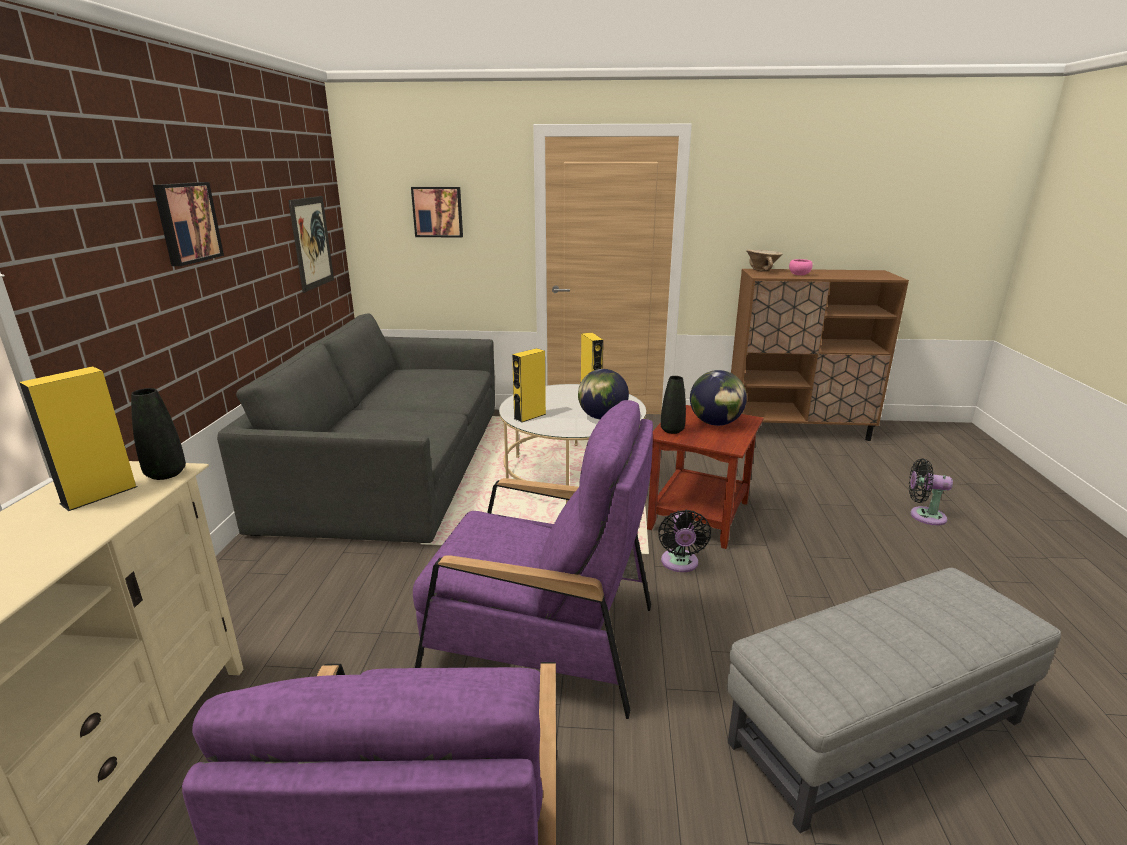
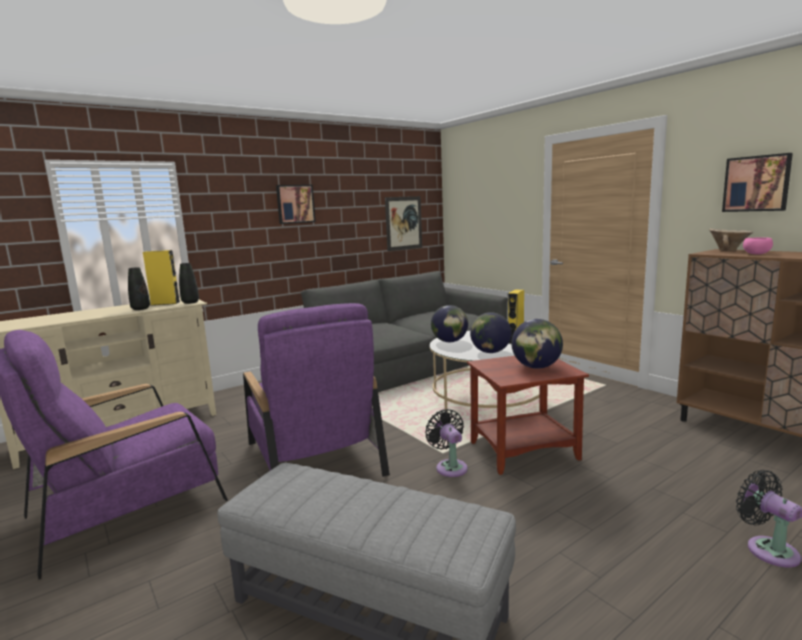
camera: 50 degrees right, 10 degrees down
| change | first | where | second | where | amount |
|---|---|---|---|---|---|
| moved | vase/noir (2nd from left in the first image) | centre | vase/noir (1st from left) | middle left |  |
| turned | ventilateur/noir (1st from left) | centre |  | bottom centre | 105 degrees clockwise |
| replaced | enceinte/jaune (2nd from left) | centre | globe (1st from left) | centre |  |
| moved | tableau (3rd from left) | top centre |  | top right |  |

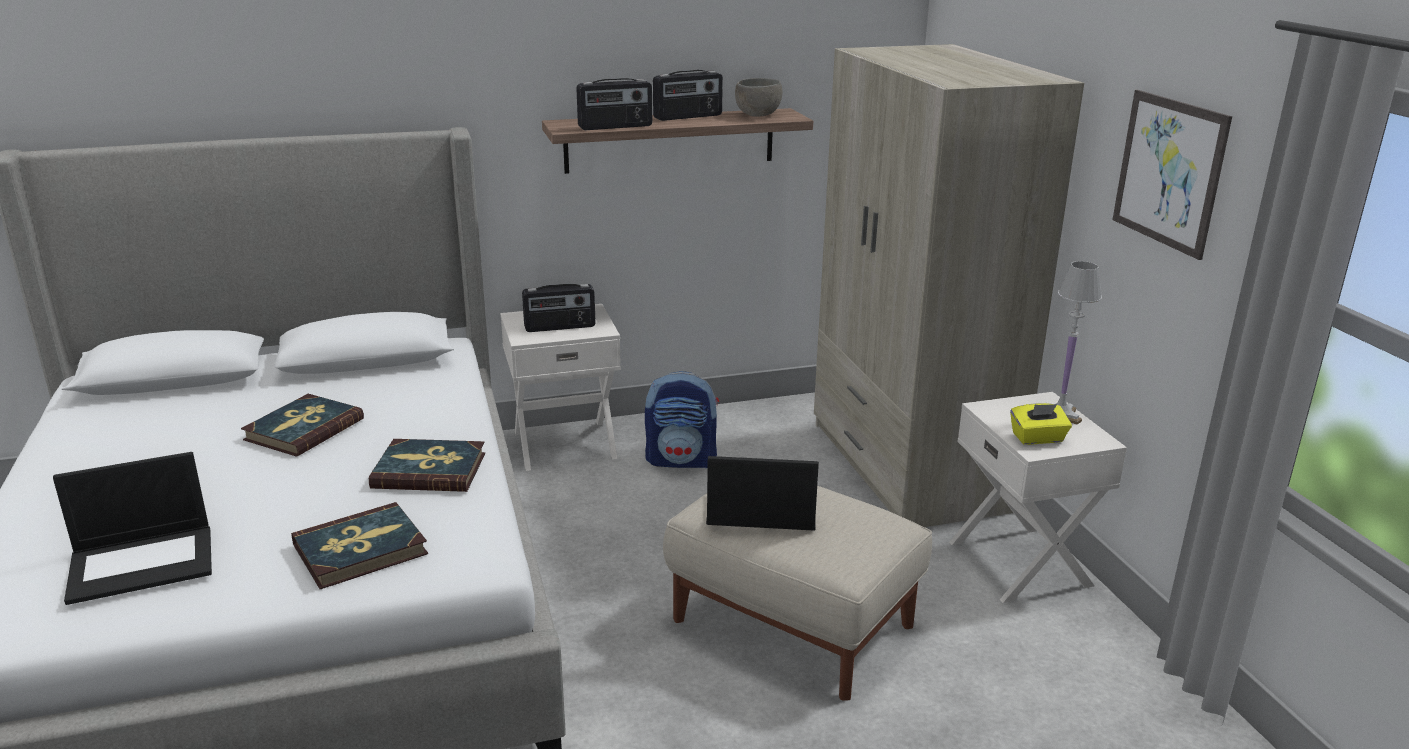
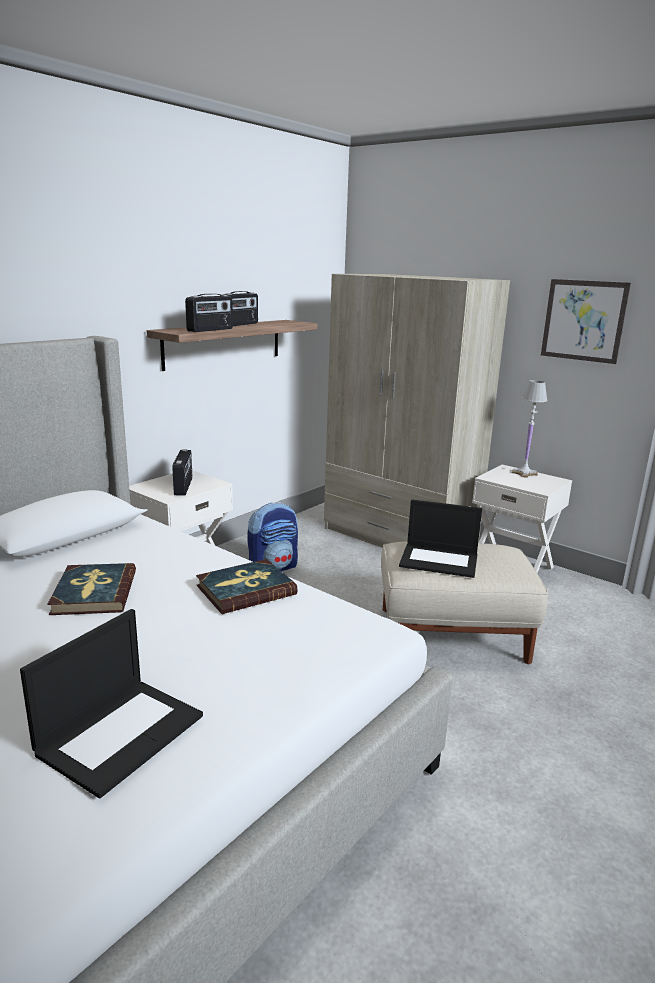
camera: 35 degrees left, 5 degrees down
| change | first | where | second | where | amount |
|---|---|---|---|---|---|
| turned | radio (1st from left) | centre |  | middle left | 45 degrees counterclockwise |
| turned | ordinateur portable (2nd from left) | centre |  | middle right | 135 degrees counterclockwise |
| removed | livre (2nd from left) | bottom left |  |  |  |
| removed | bol/gris | top centre |  |  |  |
| removed | boîte à mouchoirs/jaune | middle right |  |  |  |

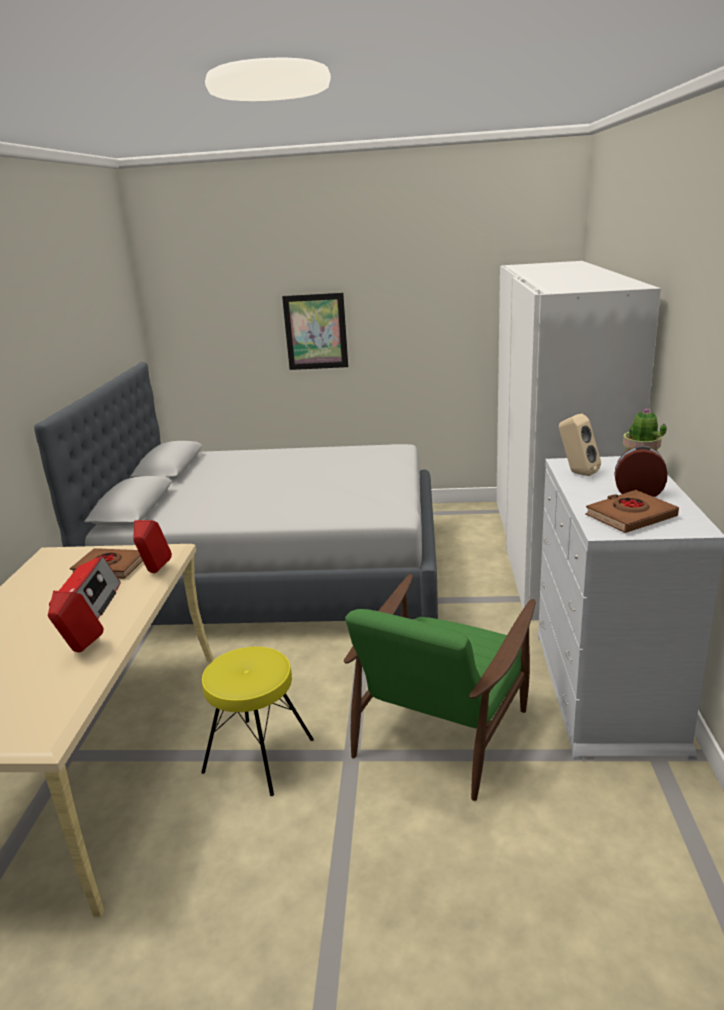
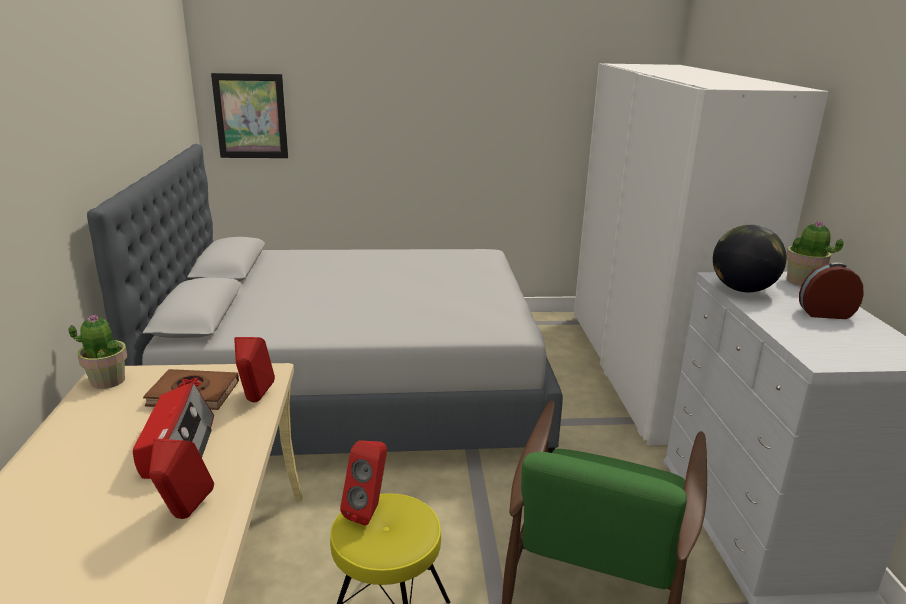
camera: 10 degrees left, 0 degrees up
| change | first | where | second | where | amount |
|---|---|---|---|---|---|
| added |  |  | plante en pot (1st from left) | middle left |  |
| moved | tableau | top centre |  | top left |  |
| added |  |  | enceinte/rouge (3rd from left) | bottom centre |  |
| replaced | enceinte/beige | middle right | globe | middle right |  |
| removed | livre/marron (2nd from left) | middle right |  |  |  |

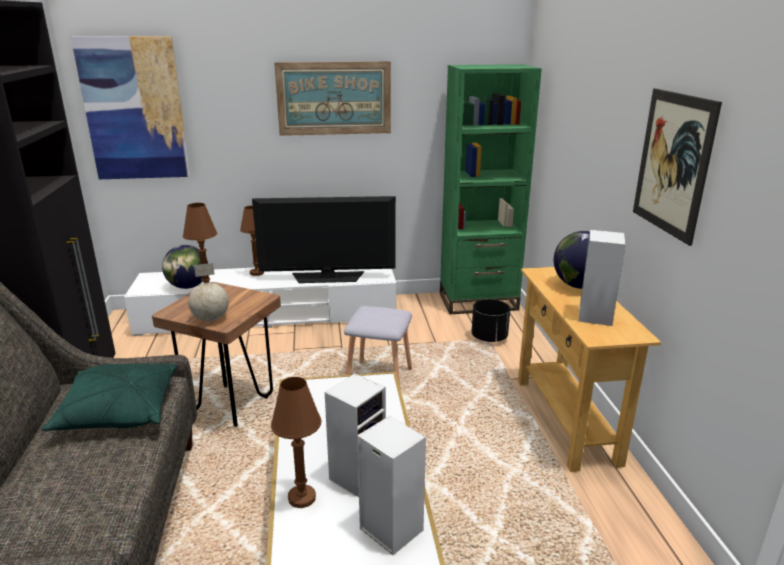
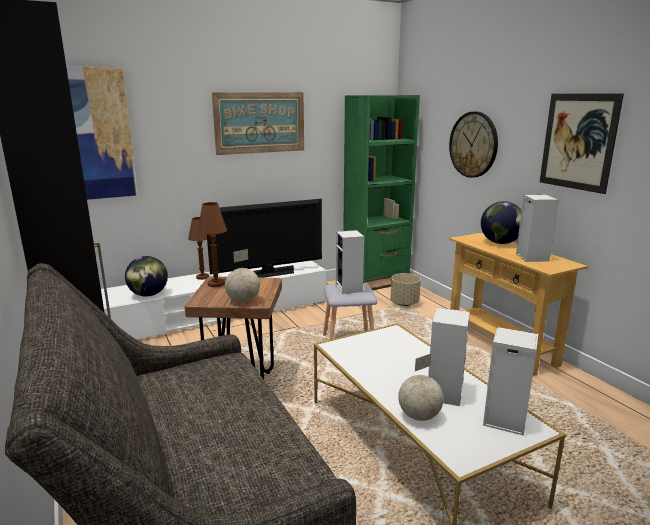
camera: 20 degrees left, 5 degrees down
| change | first | where | second | where | amount |
|---|---|---|---|---|---|
| added |  |  | enceinte (1st from left) | centre |  |
| recoloured | cache-pot/noir | centre | cache-pot/beige | centre |  |
| replaced | lampe de table/marron (3rd from left) | bottom centre | globe (3rd from left) | bottom centre |  |
| added |  |  | horloge murale | top right |  |
| removed | coussin/vert | bottom left |  |  |  |

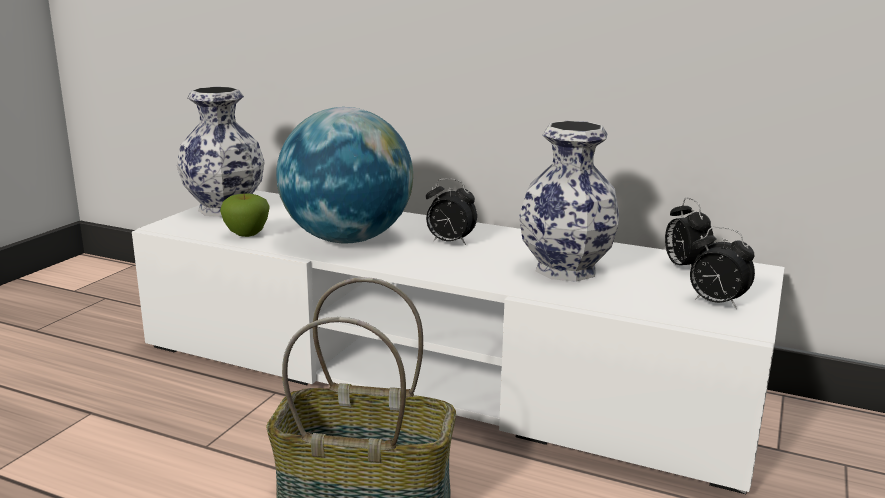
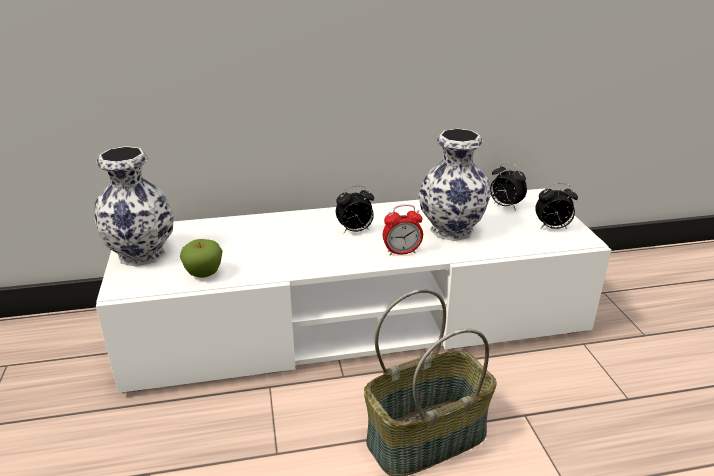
camera: 35 degrees left, 10 degrees up
| change | first | where | second | where | amount |
|---|---|---|---|---|---|
| added |  |  | réveil (2nd from left) | centre |  |
| removed | globe | centre |  |  |  |

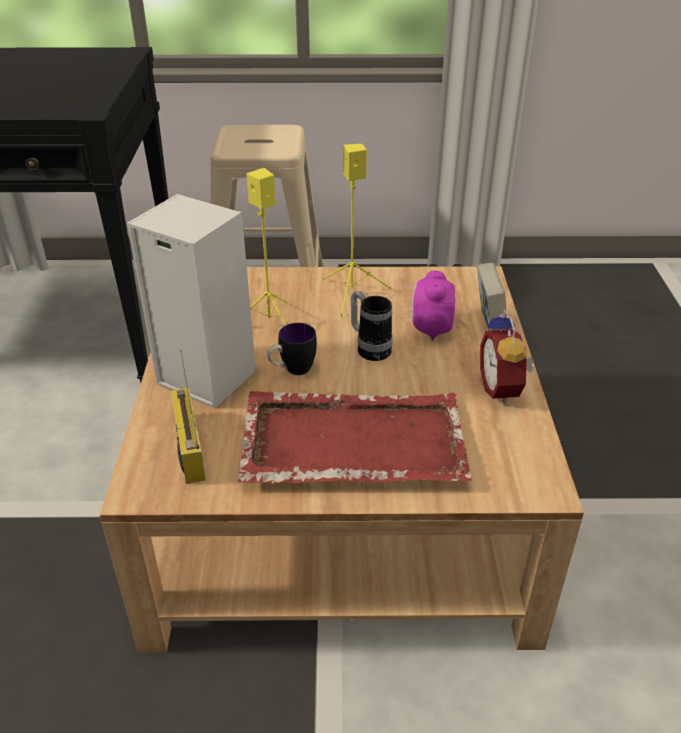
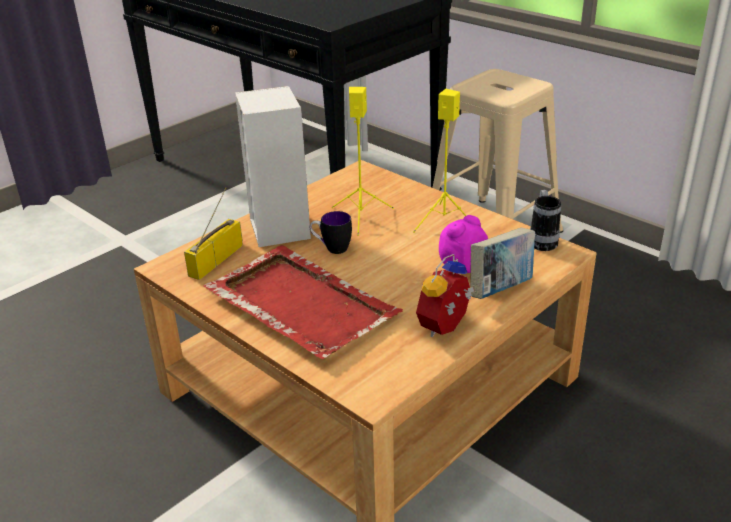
camera: 45 degrees right, 5 degrees down
| change | first | where | second | where | amount |
|---|---|---|---|---|---|
| moved | mug (2nd from left) | centre |  | middle right |  |

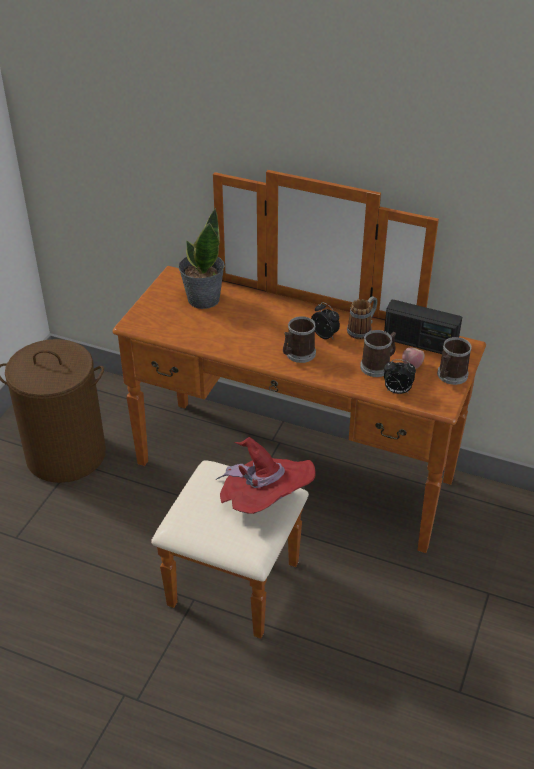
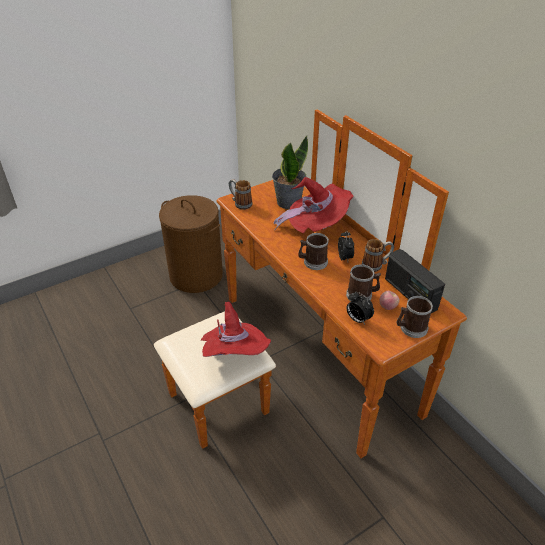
camera: 35 degrees right, 0 degrees up
| change | first | where | second | where | amount |
|---|---|---|---|---|---|
| added |  |  | mug (1st from left) | centre |  |
| added |  |  | chapeau/rouge (2nd from left) | centre |  |

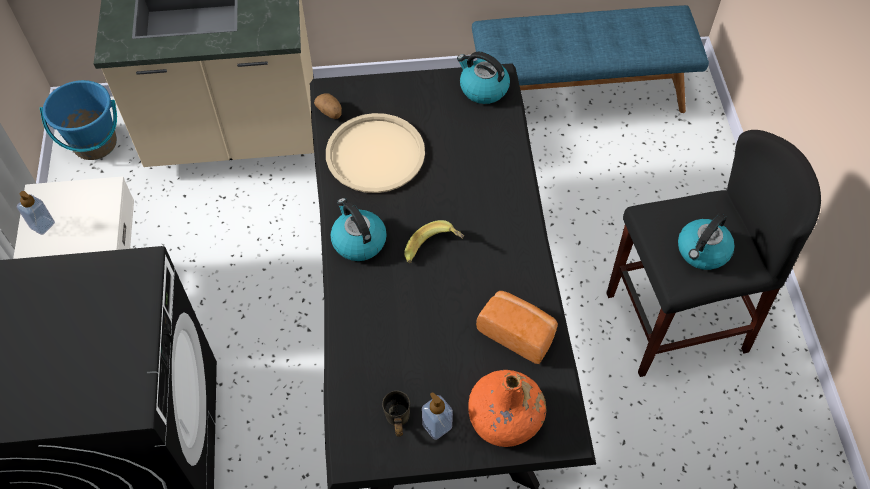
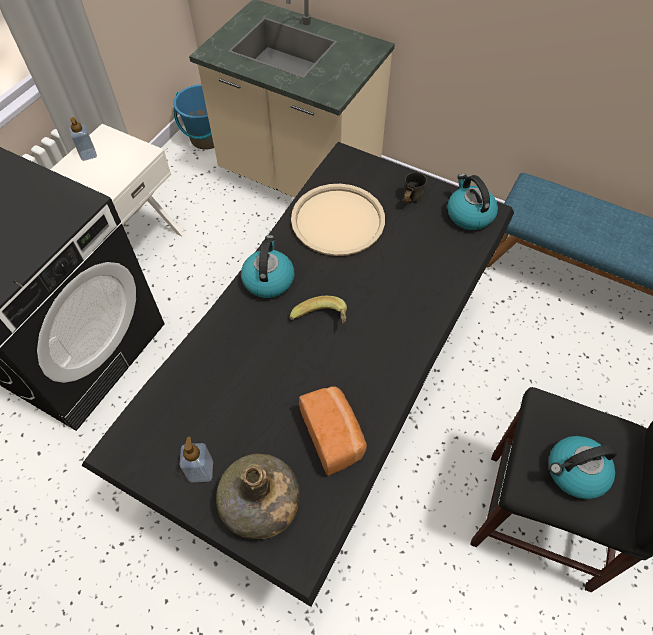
camera: 35 degrees right, 0 degrees up
| change | first | where | second | where | amount |
|---|---|---|---|---|---|
| recoloured | bouteille/orange | bottom centre | bouteille/vert | bottom centre |  |
| moved | mug/gris | bottom centre |  | top centre |  |
| removed | pomme de terre | top centre |  |  |  |

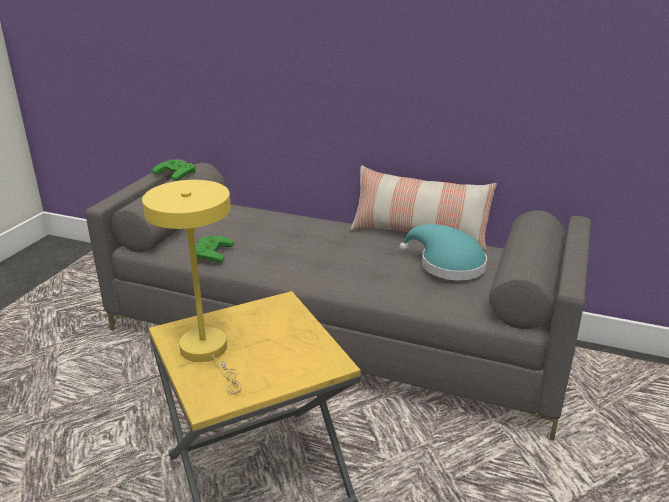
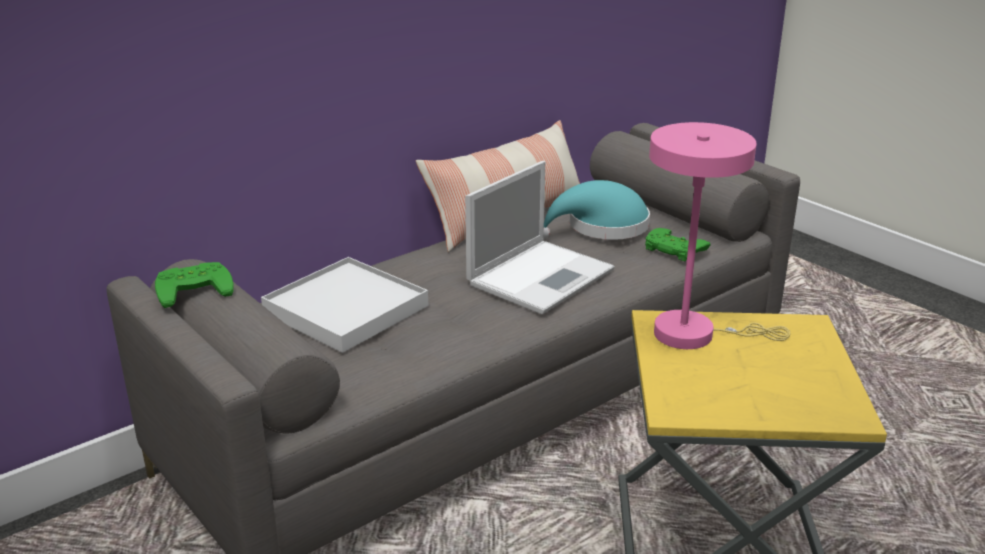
camera: 60 degrees left, 0 degrees up
| change | first | where | second | where | amount |
|---|---|---|---|---|---|
| added |  |  | plateau/blanc | centre |  |
| added |  |  | ordinateur portable | centre |  |
| moved | manette/vert (2nd from left) | middle left |  | middle right |  |
| added |  |  | lampe de table/rose | middle right |  |
| removed | lampe de table/jaune | middle left |  |  |  |

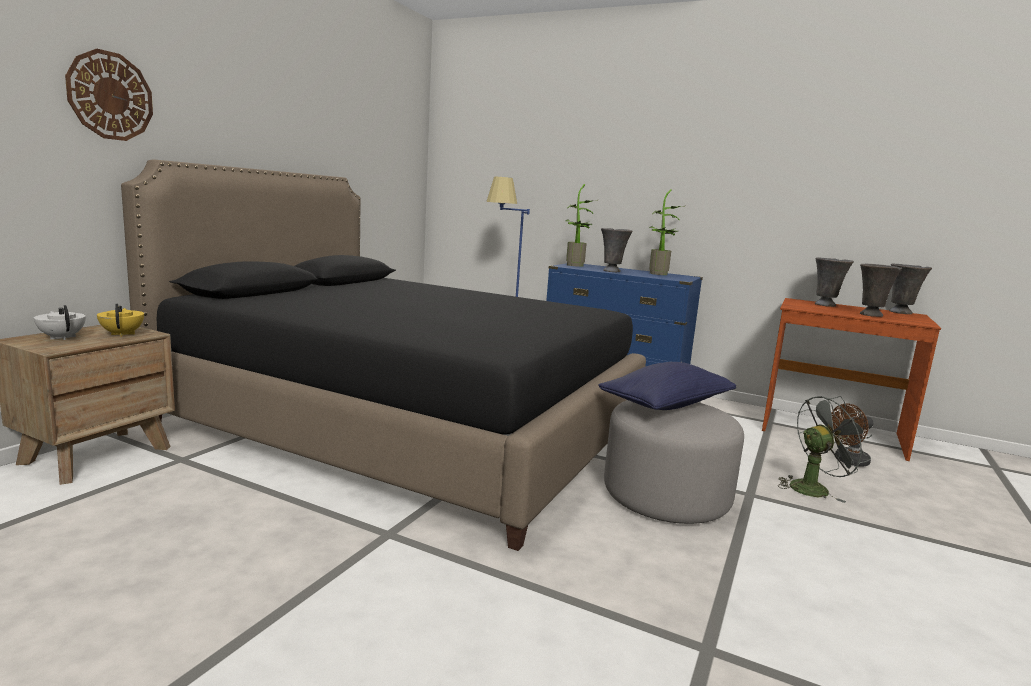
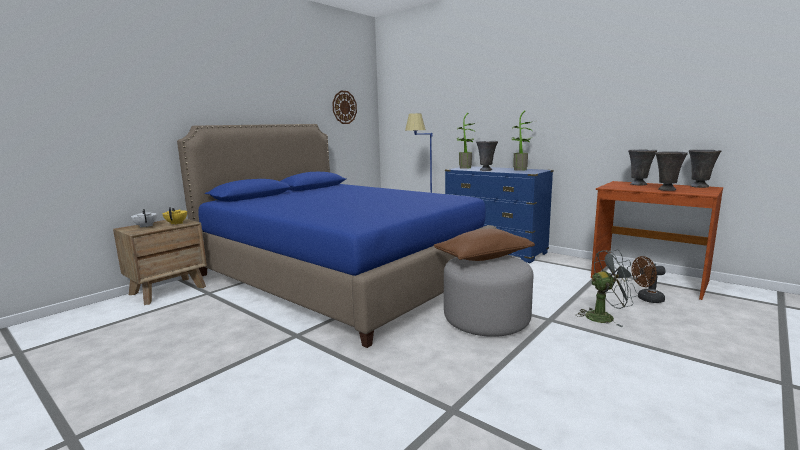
camera: 15 degrees right, 0 degrees up
| change | first | where | second | where | amount |
|---|---|---|---|---|---|
| recoloured | lit/noir | centre | lit/bleu | centre |  |
| moved | horloge murale | top left |  | top centre |  |
| recoloured | coussin/bleu | centre | coussin/marron | centre |  |

